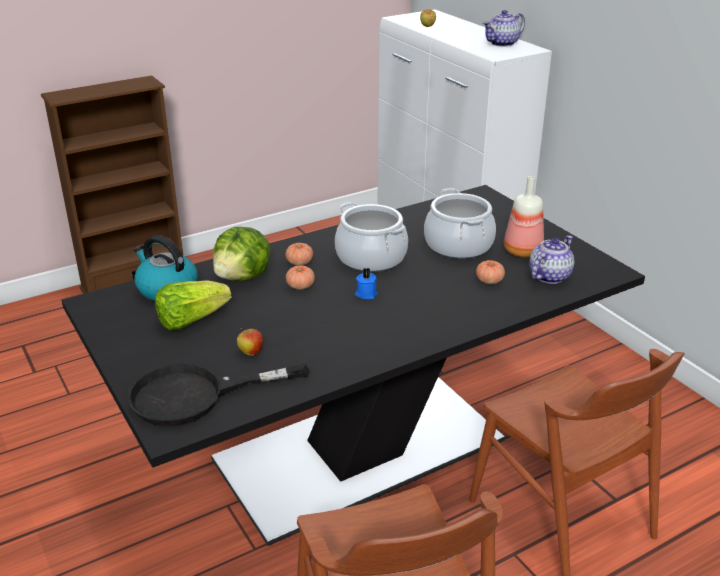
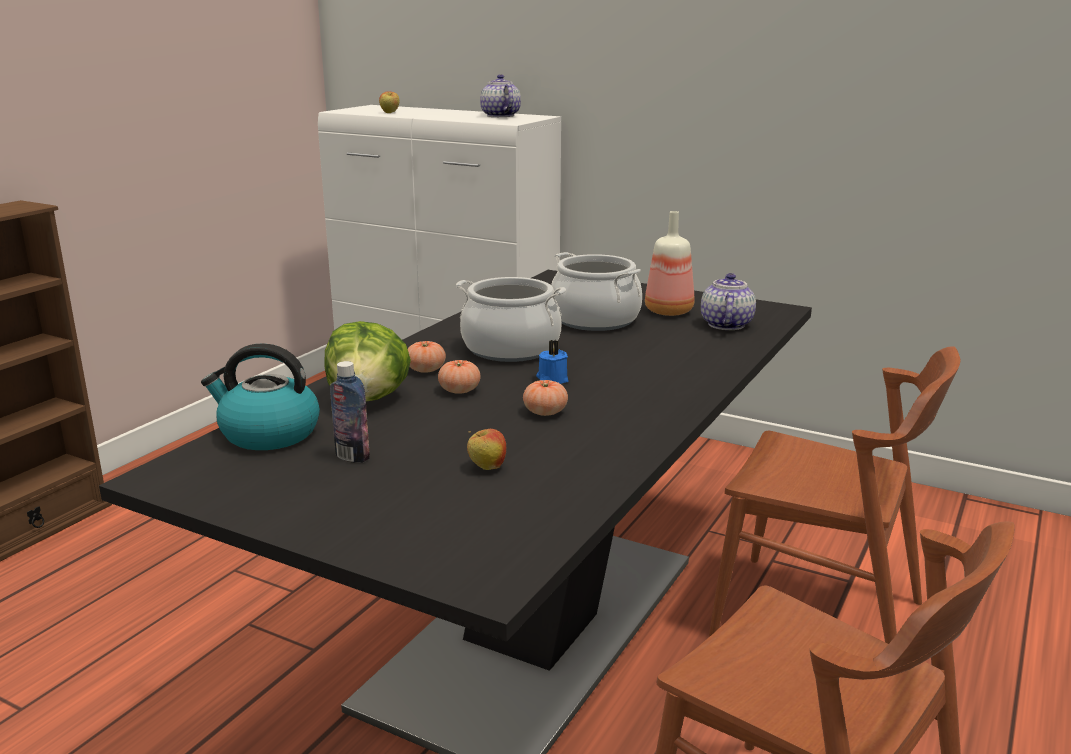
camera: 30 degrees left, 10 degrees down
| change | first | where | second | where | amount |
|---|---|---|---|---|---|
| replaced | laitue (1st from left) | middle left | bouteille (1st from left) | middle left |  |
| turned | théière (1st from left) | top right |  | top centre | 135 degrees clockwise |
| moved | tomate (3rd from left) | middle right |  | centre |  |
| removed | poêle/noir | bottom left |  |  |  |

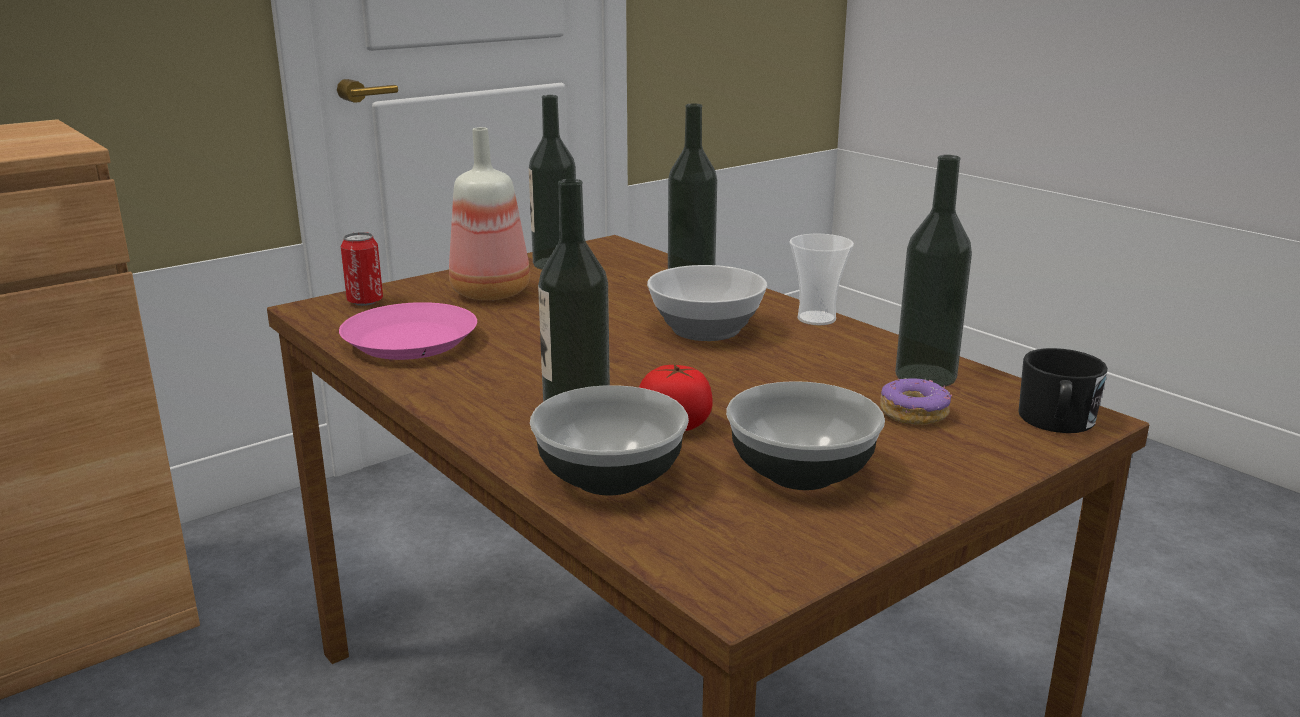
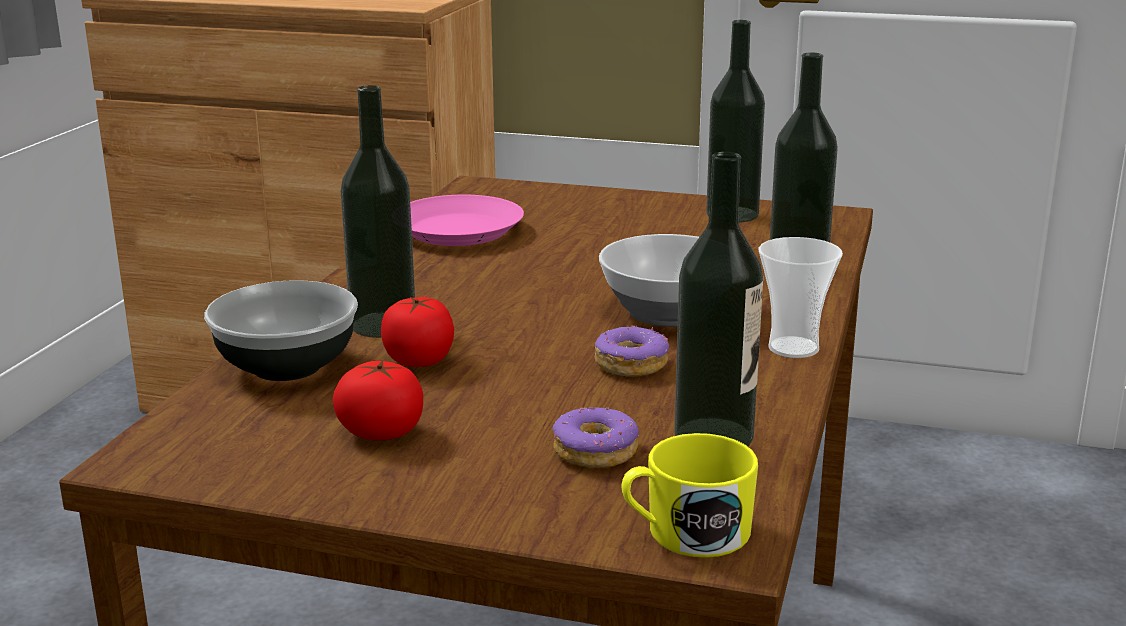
camera: 55 degrees right, 0 degrees up
| change | first | where | second | where | amount |
|---|---|---|---|---|---|
| replaced | bol (3rd from left) | centre | tomate (1st from left) | centre |  |
| added |  |  | beignet (2nd from left) | centre |  |
| recoloured | mug/noir | middle right | mug/jaune | bottom centre |  |
| removed | boîte métallique | middle left |  |  |  |
| removed | bouteille (1st from left) | top centre |  |  |  |

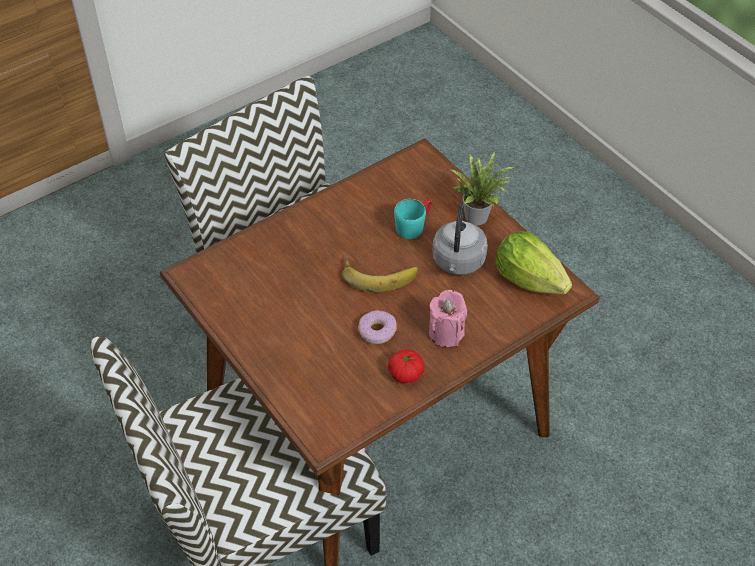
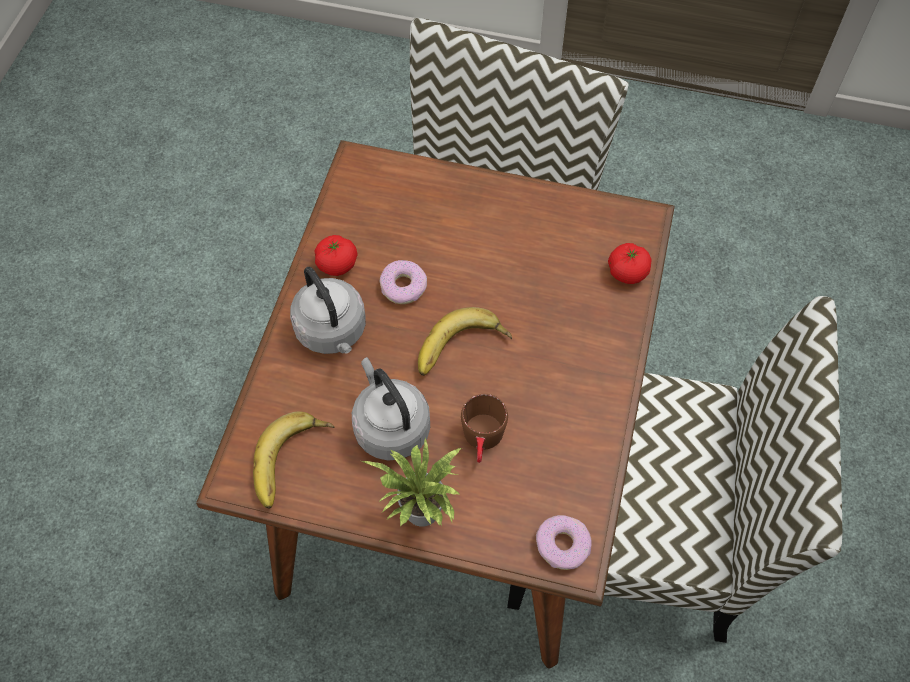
camera: 140 degrees right, 10 degrees up
| change | first | where | second | where | amount |
|---|---|---|---|---|---|
| replaced | laitue | middle right | banane (1st from left) | bottom left |  |
| replaced | bougie/rose | centre | bouilloire/gris (1st from left) | centre |  |
| recoloured | mug/turquoise | centre | mug/marron | centre |  |
| added |  |  | beignet (2nd from left) | bottom centre |  |
| added |  |  | tomate (2nd from left) | middle right |  |

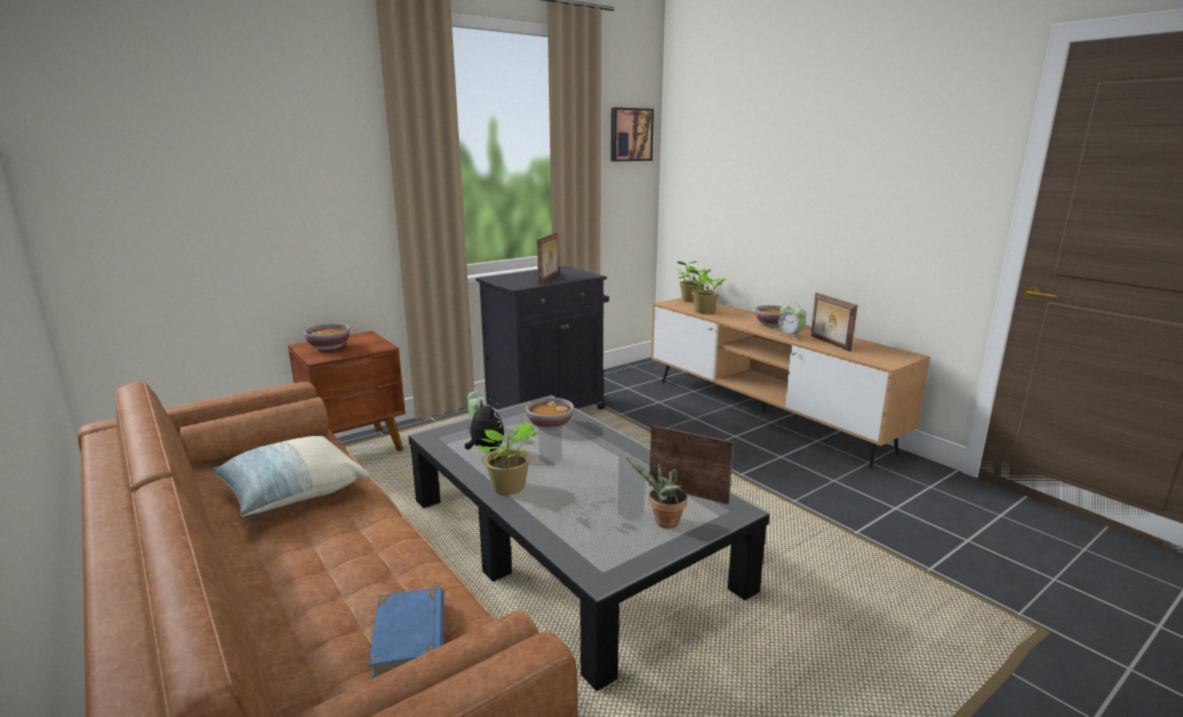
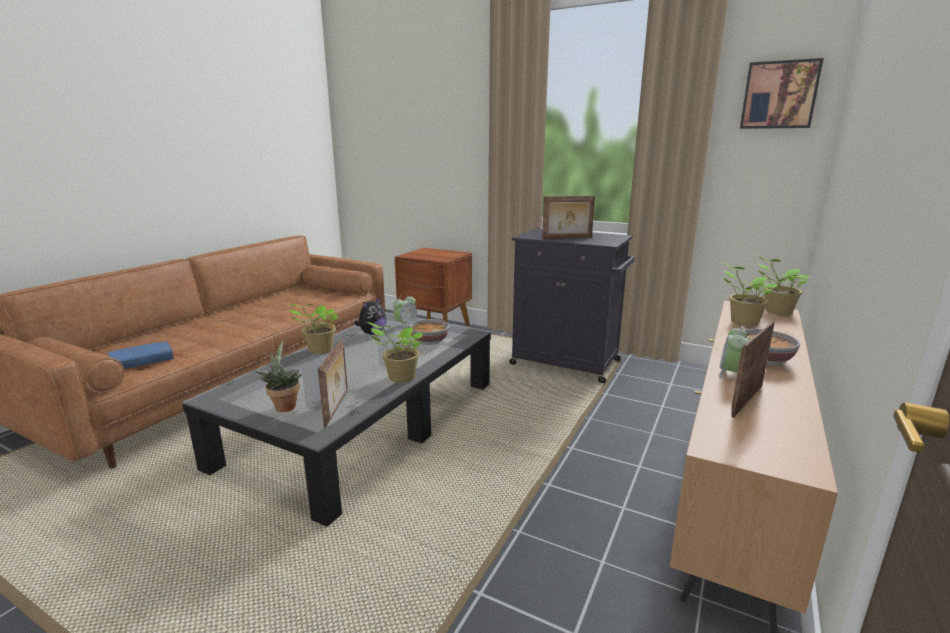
camera: 65 degrees right, 0 degrees up
| change | first | where | second | where | amount |
|---|---|---|---|---|---|
| added |  |  | plante en pot (3rd from left) | centre |  |
| removed | coussin | middle left |  |  |  |
| removed | bol (1st from left) | middle left |  |  |  |

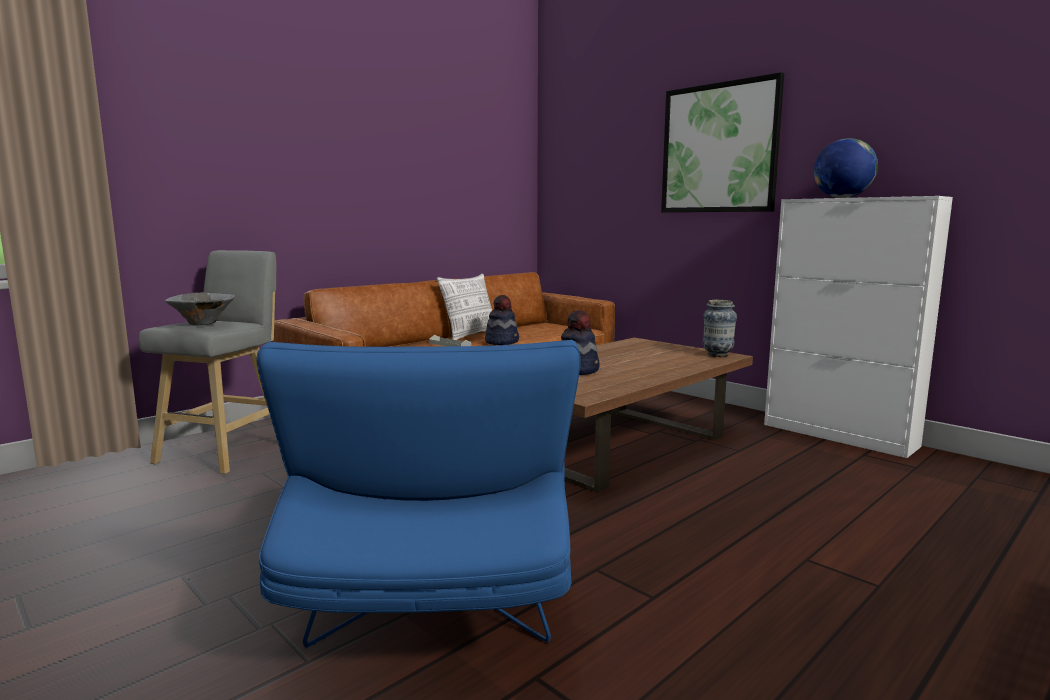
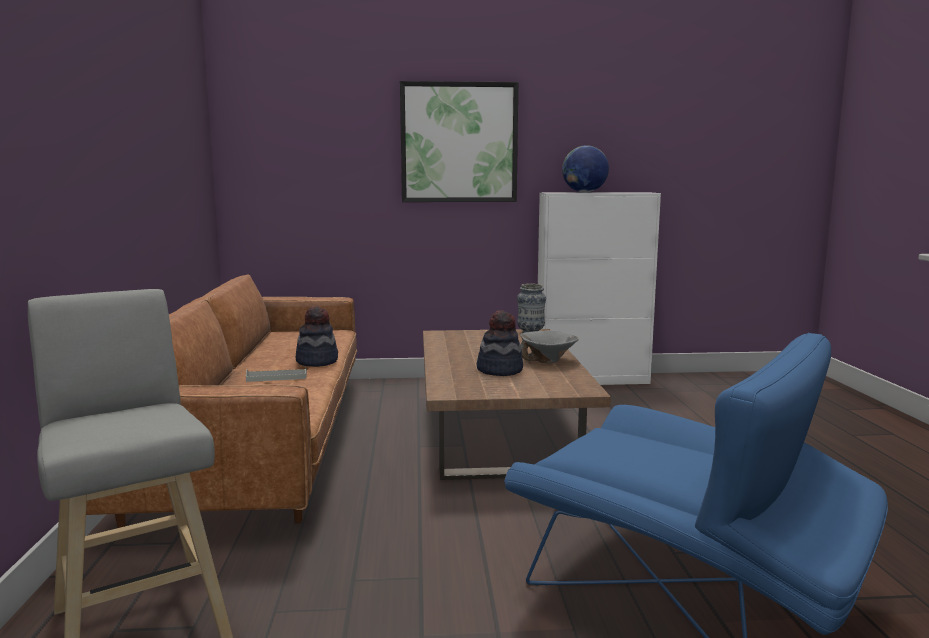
camera: 50 degrees left, 0 degrees up
| change | first | where | second | where | amount |
|---|---|---|---|---|---|
| moved | bol/gris | middle left |  | centre |  |
| removed | coussin | centre |  |  |  |

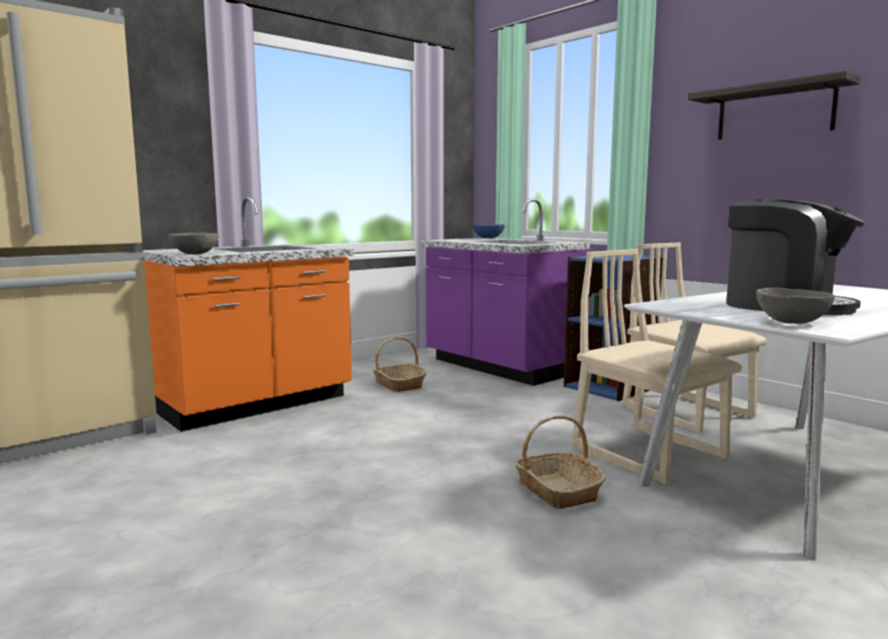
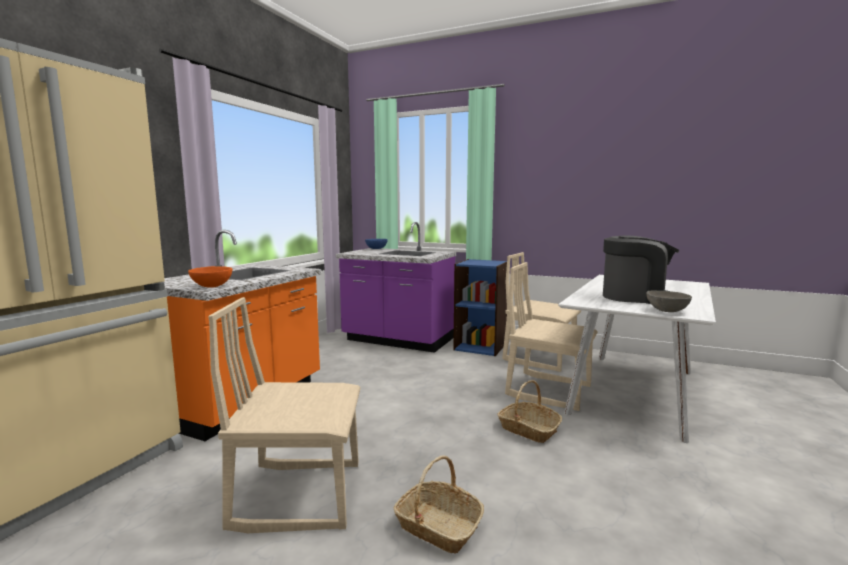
camera: 25 degrees left, 0 degrees up
| change | first | where | second | where | amount |
|---|---|---|---|---|---|
| recoloured | bol/gris (1st from left) | middle left | bol/orange | middle left |  |
| added |  |  | chaise/beige (1st from left) | bottom centre |  |
| moved | panier (1st from left) | centre |  | bottom centre |  |
| removed | étagère | top right |  |  |  |

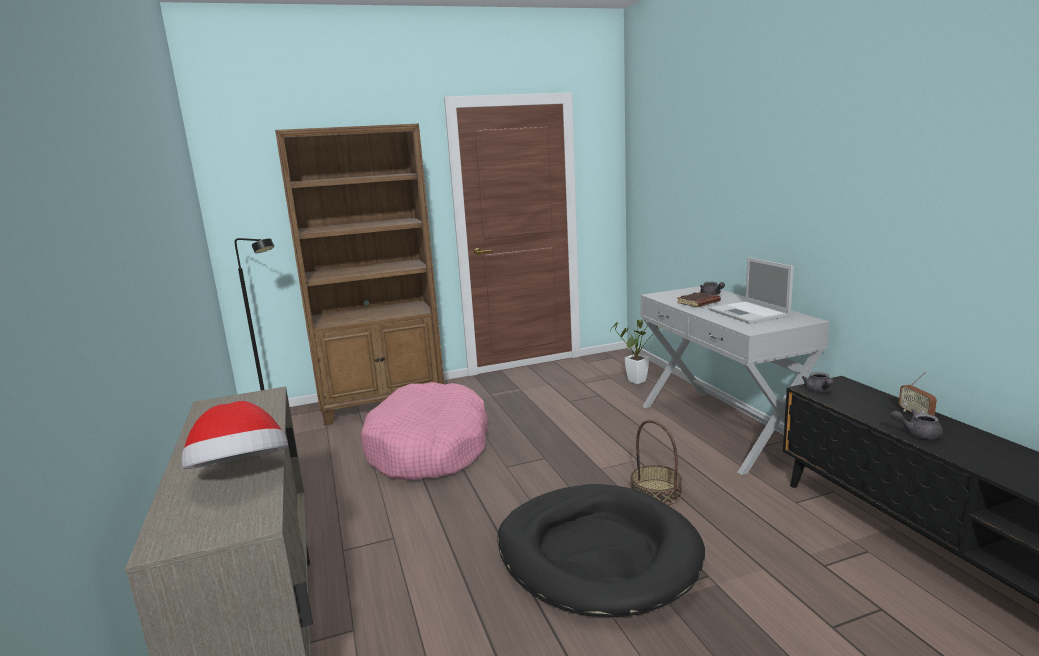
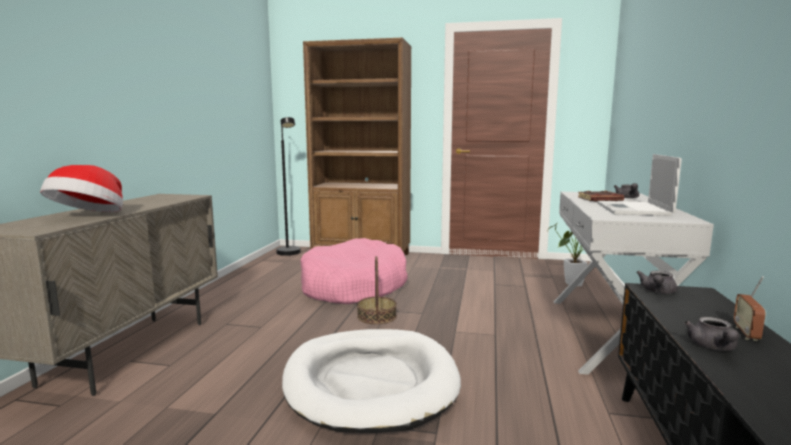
camera: 30 degrees right, 5 degrees down
| change | first | where | second | where | amount |
|---|---|---|---|---|---|
| recoloured | panier pour chien/noir | bottom centre | panier pour chien/blanc | bottom centre |  |
| moved | panier | bottom centre |  | centre |  |
| turned | théière/gris (3rd from left) | middle right |  | bottom right | 120 degrees counterclockwise |

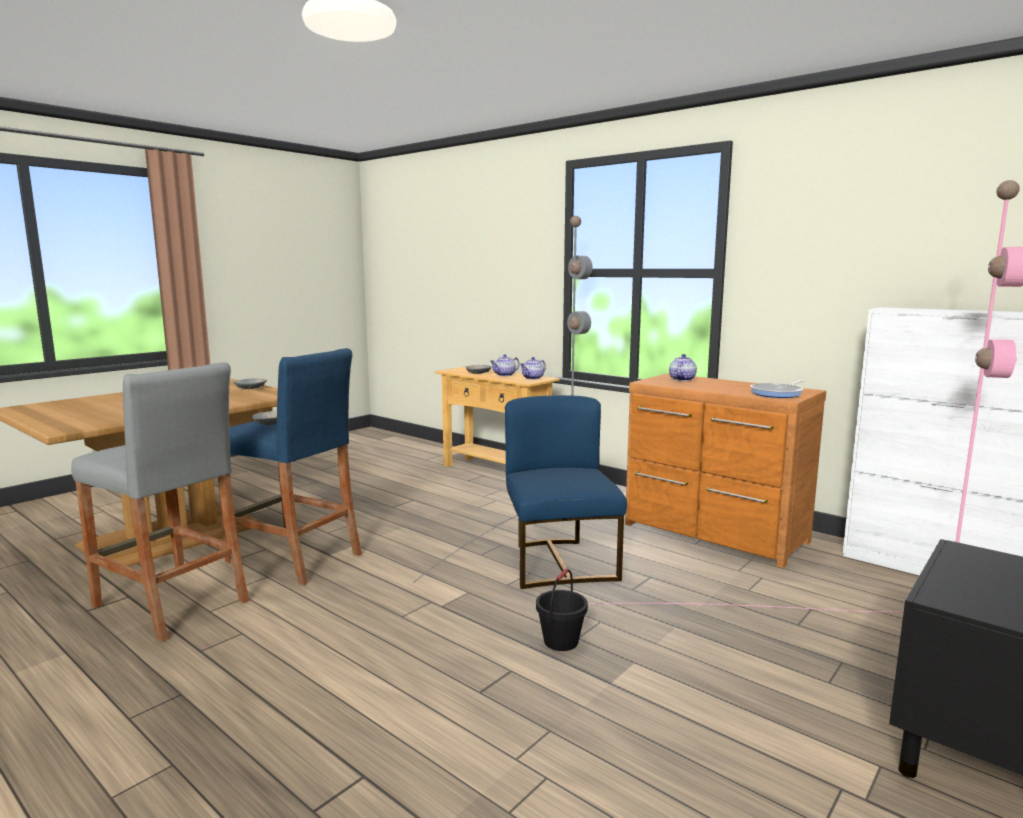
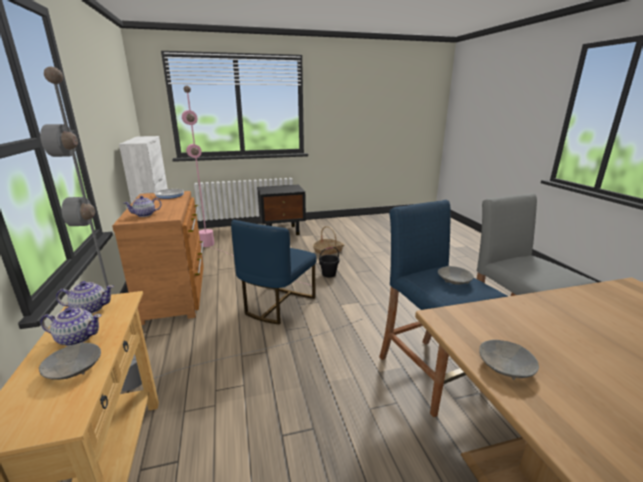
camera: 145 degrees left, 10 degrees up
| change | first | where | second | where | amount |
|---|---|---|---|---|---|
| added |  |  | panier | centre |  |

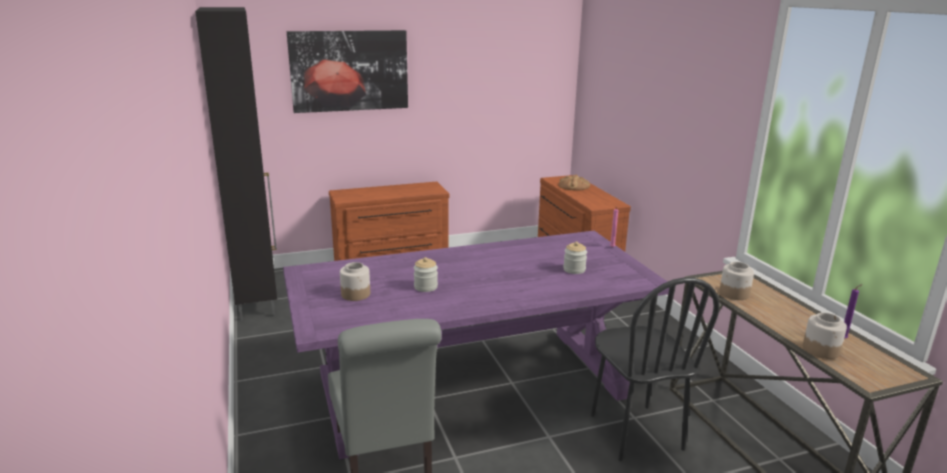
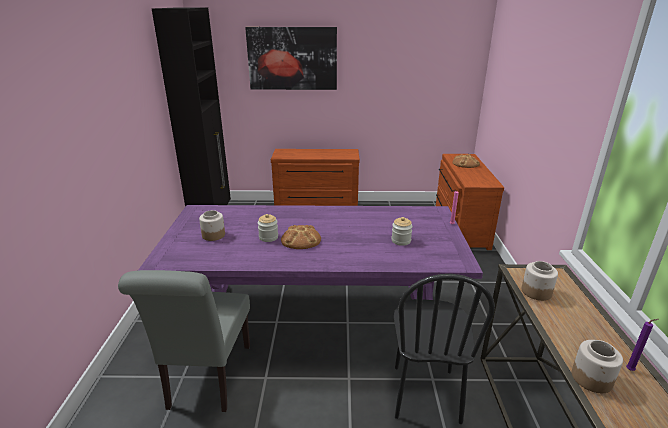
camera: 20 degrees right, 5 degrees up
| change | first | where | second | where | amount |
|---|---|---|---|---|---|
| added |  |  | pain (1st from left) | centre |  |

